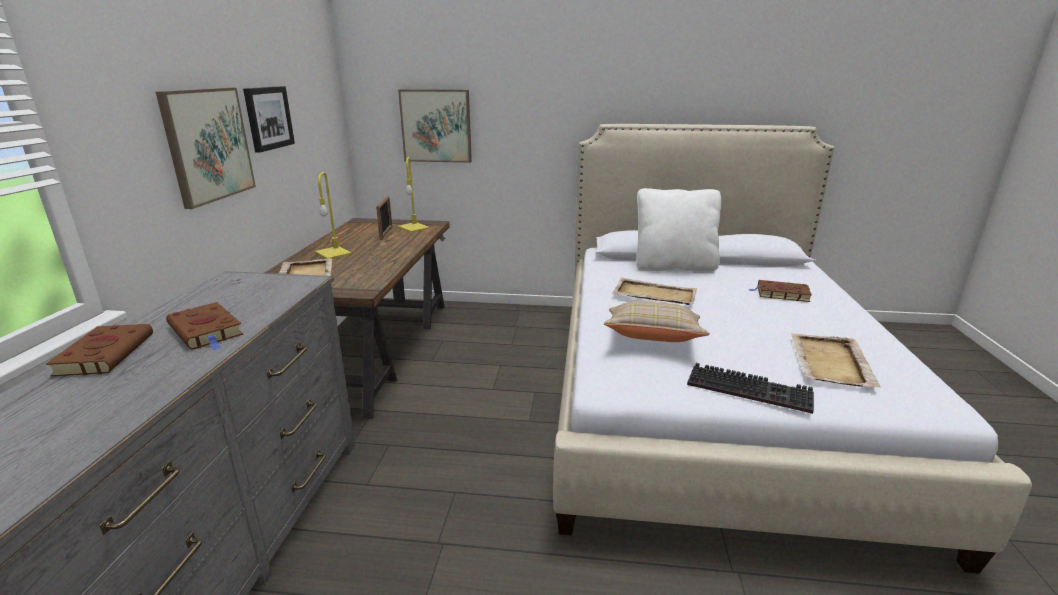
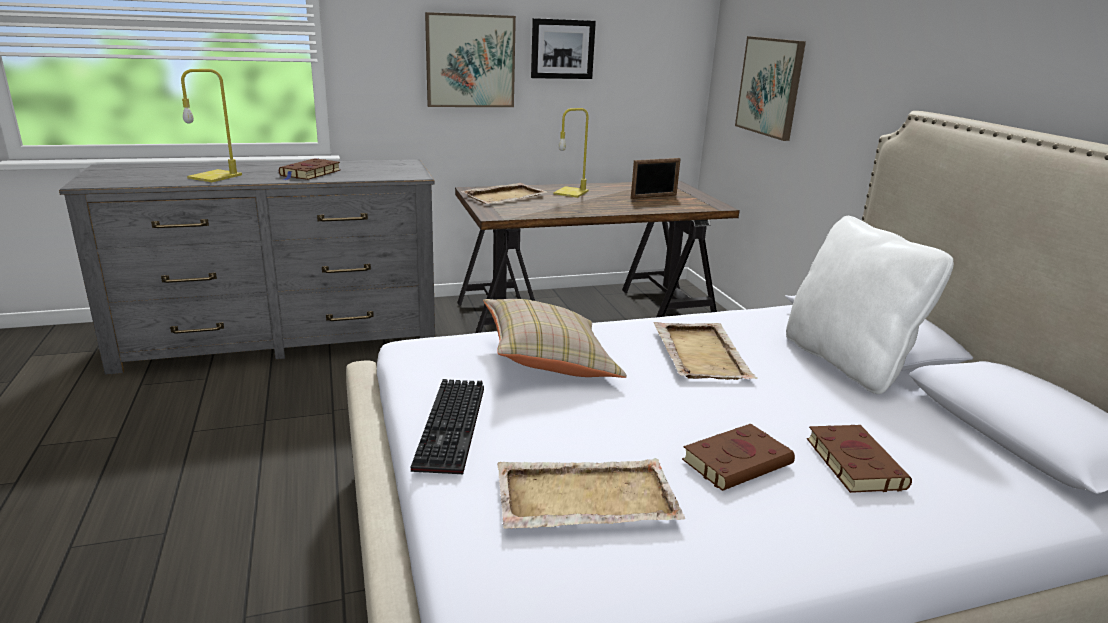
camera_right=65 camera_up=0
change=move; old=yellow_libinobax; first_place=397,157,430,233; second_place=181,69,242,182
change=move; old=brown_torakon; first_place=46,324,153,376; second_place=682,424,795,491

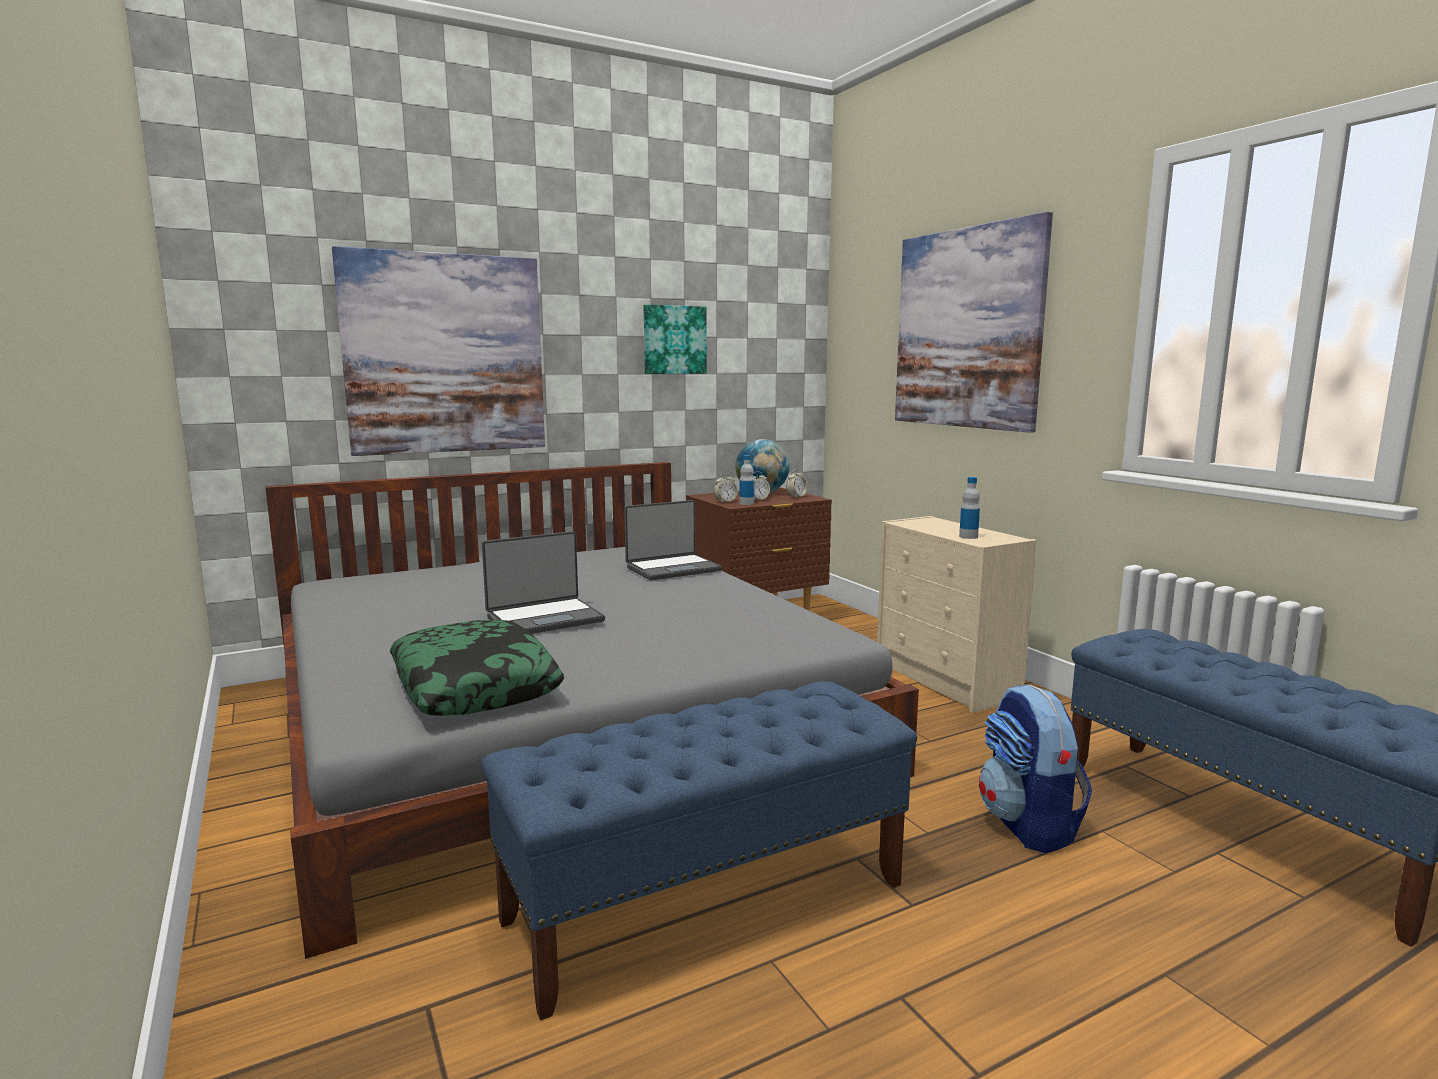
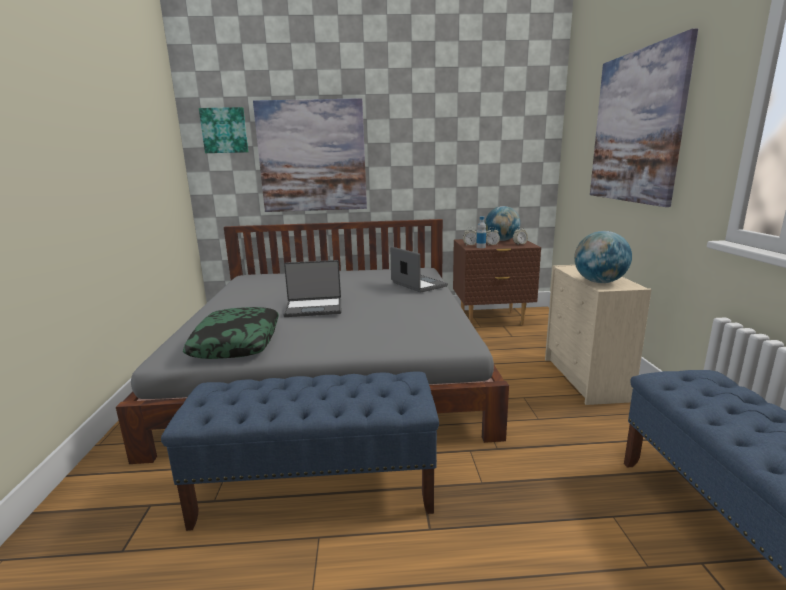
camera_right=25 camera_up=5
change=move; old=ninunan; first_place=643,304,707,374; second_place=199,107,249,153
change=replace; old=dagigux; new=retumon; first_place=959,477,980,539; second_place=574,231,632,283
change=rotate; old=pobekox; first_place=624,500,722,580; second_place=390,247,448,292; degrees=-120
change=delete; old=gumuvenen; first_place=979,684,1092,853

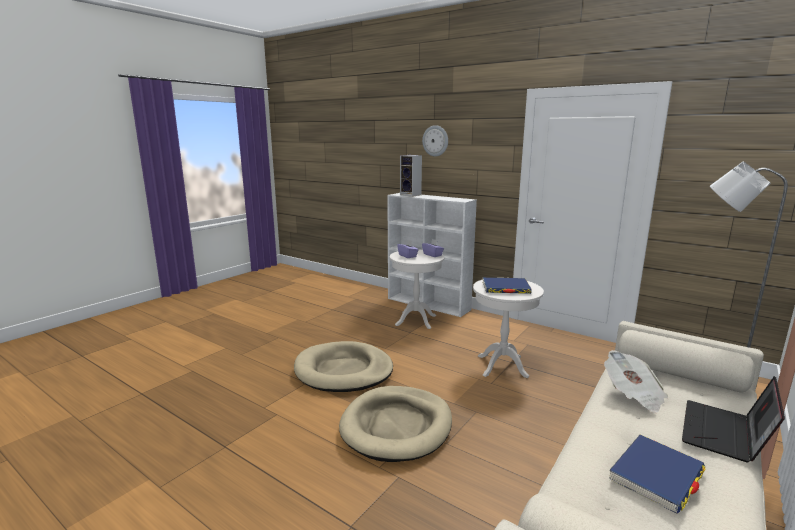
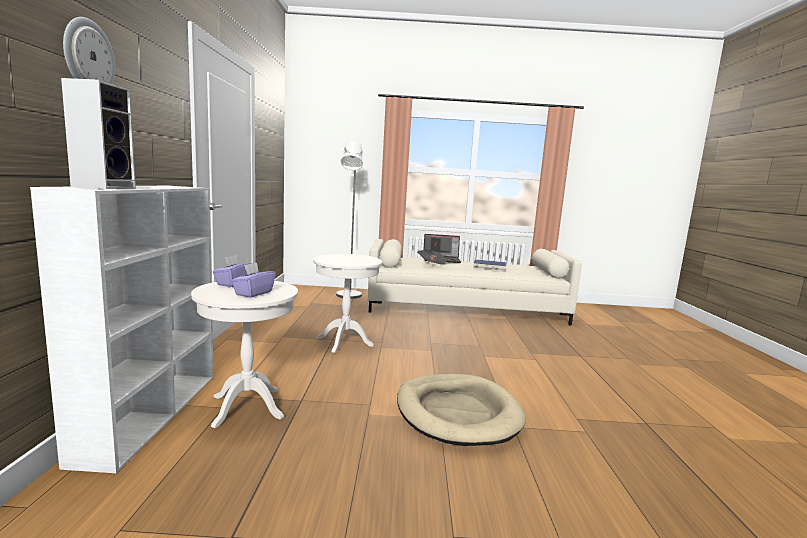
camera_right=-125 camera_up=-5
change=delete; old=blue_torakon; first_place=483,277,532,294
change=delete; old=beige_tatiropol; first_place=339,386,452,462

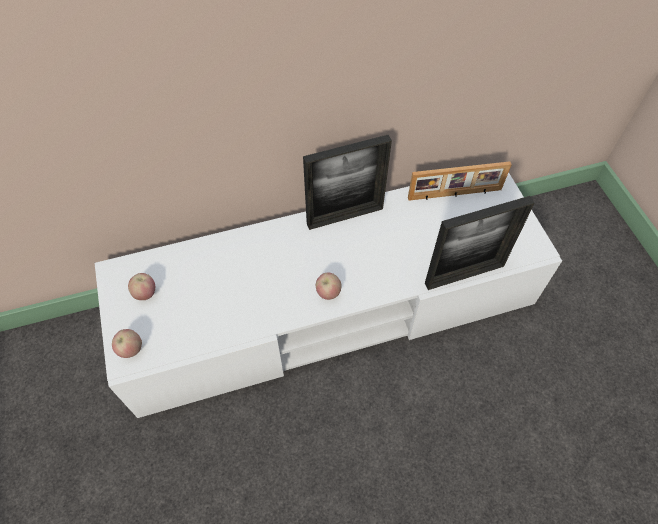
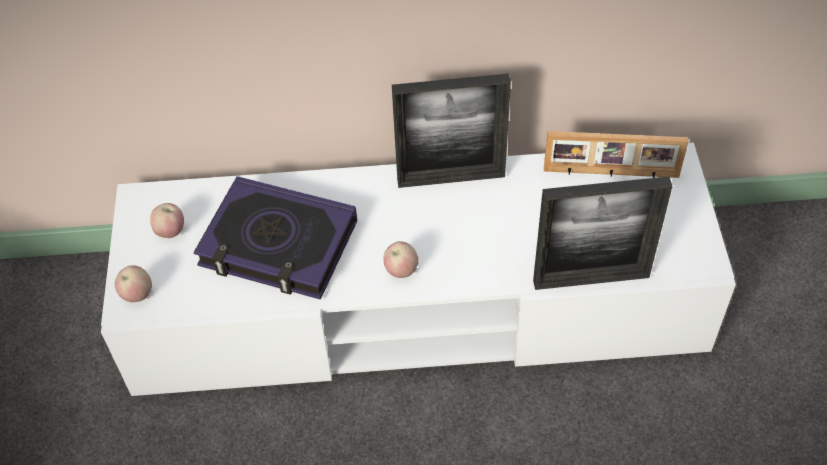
camera_right=15 camera_up=-5
change=insert; new=torakon; second_place=193,176,357,300

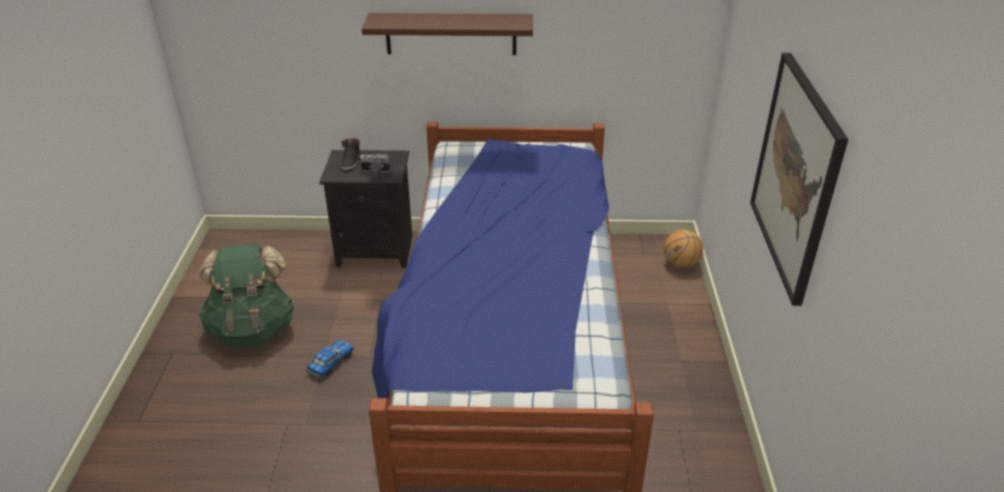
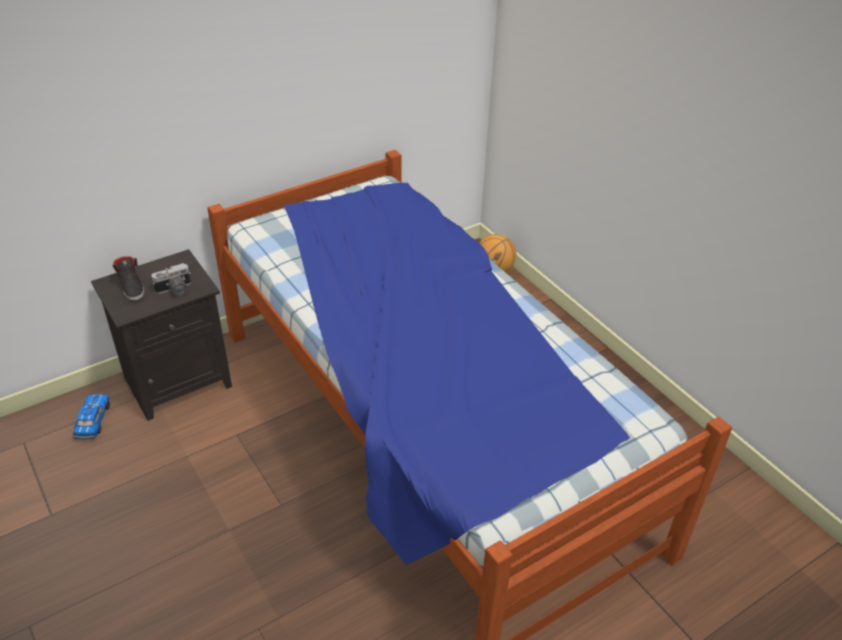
camera_right=-35 camera_up=5
change=delete; old=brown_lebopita; first_place=362,13,533,55
change=delete; old=ninunan; first_place=750,53,848,306
change=delete; old=green_gumuvenen; first_place=199,244,294,348
change=move; old=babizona; first_place=306,340,354,378; second_place=73,394,110,439

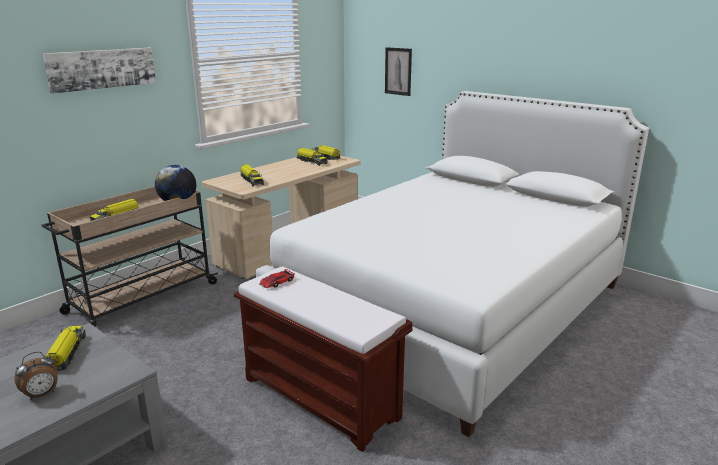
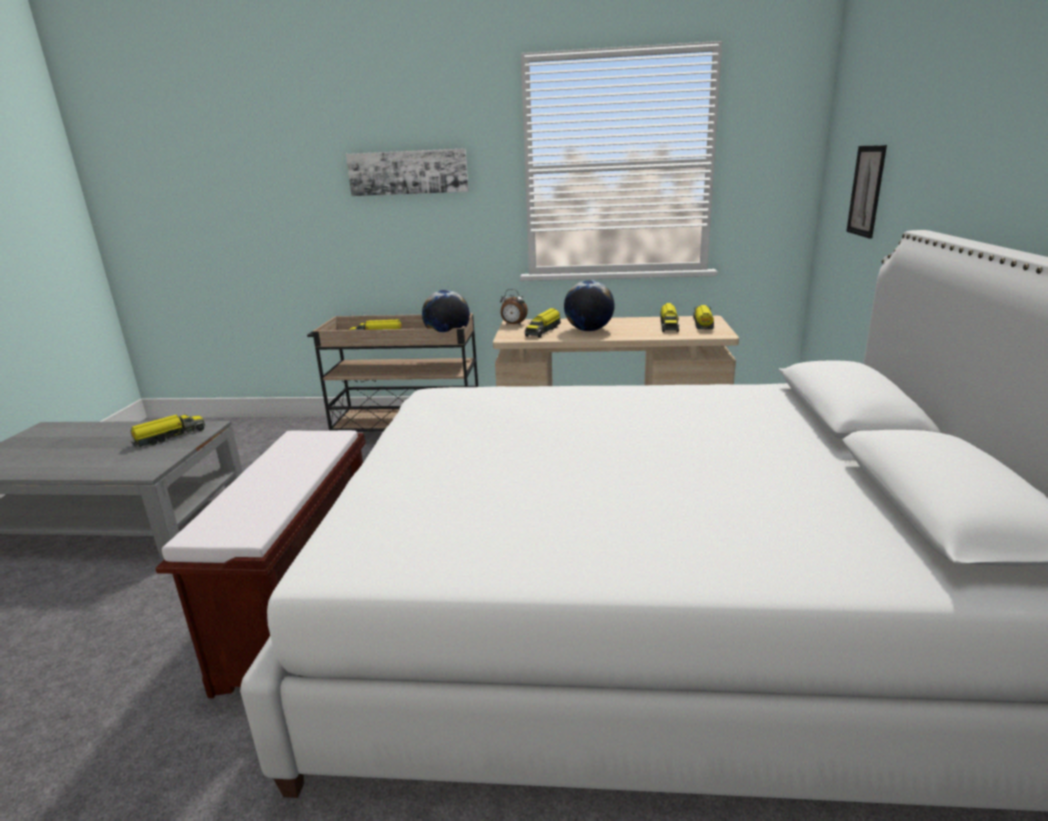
camera_right=55 camera_up=0
change=delete; old=babizona; first_place=259,269,295,288
change=move; old=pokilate; first_place=14,351,58,400; second_place=500,289,528,325
change=insert; new=retumon; second_place=564,280,615,331

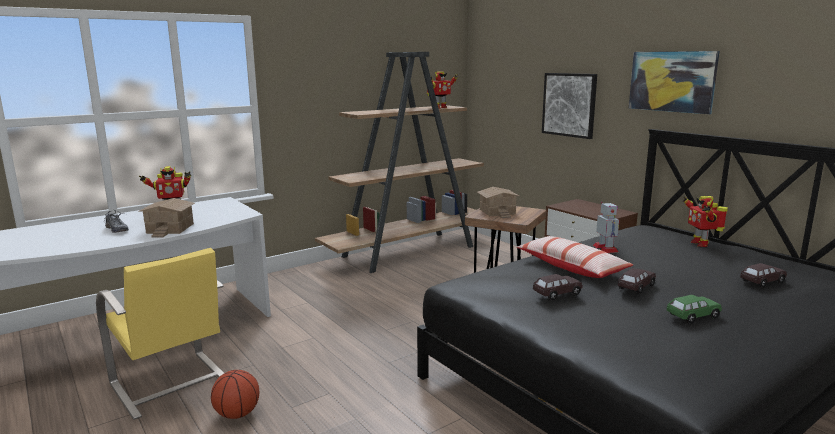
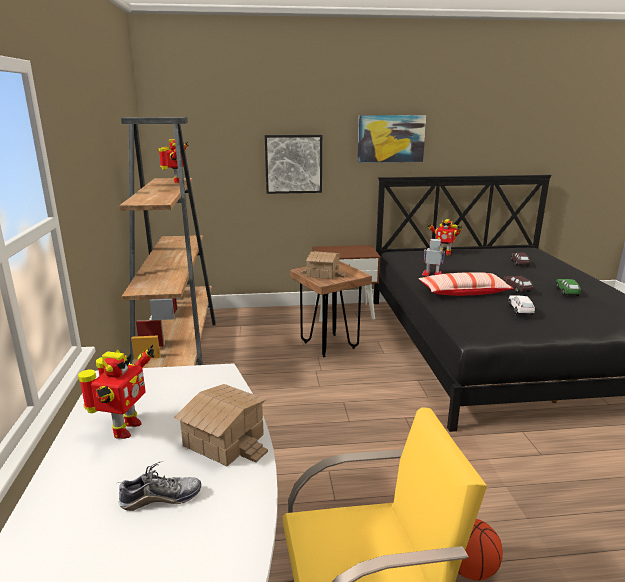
camera_right=-60 camera_up=5
change=recolor; old=brown_babizona; new=white_babizona; first_place=533,274,583,301; second_place=508,295,535,315

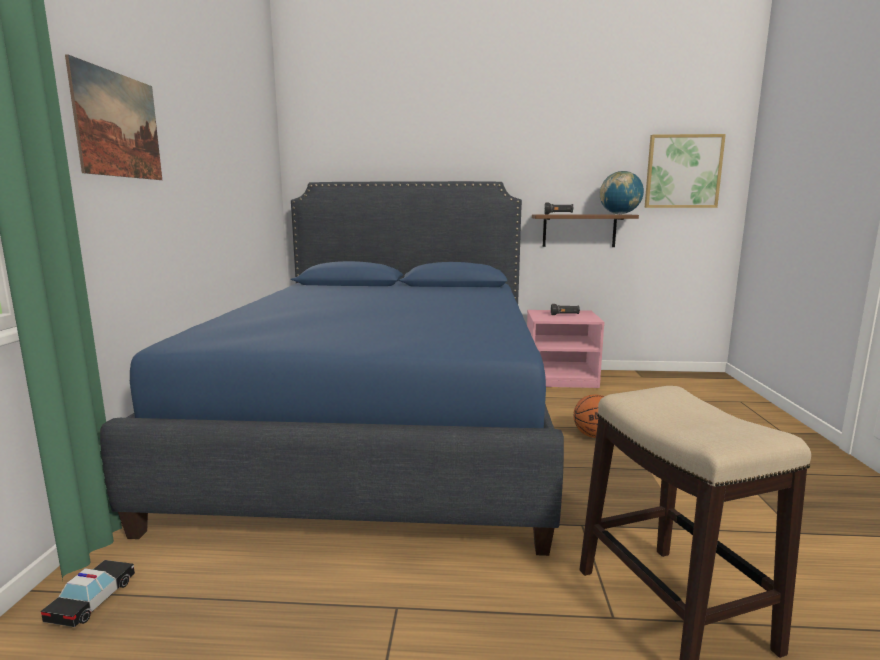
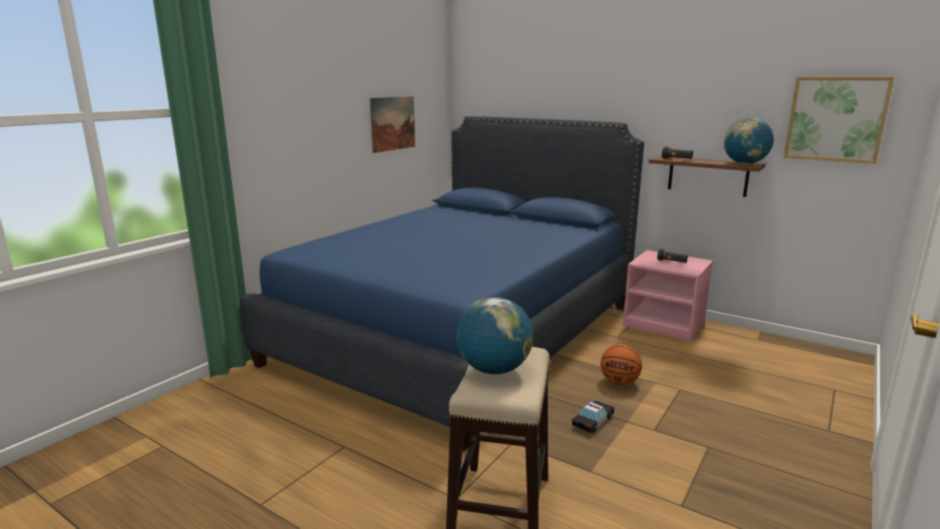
camera_right=30 camera_up=5
change=move; old=ninunan; first_place=65,54,162,180; second_place=370,96,415,153
change=move; old=babizona; first_place=41,560,135,627; second_place=572,400,614,433
change=insert; new=retumon; second_place=456,297,533,374

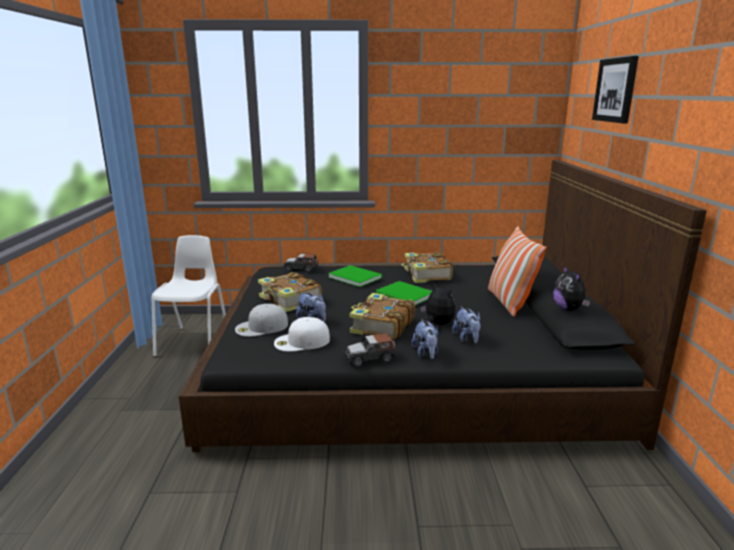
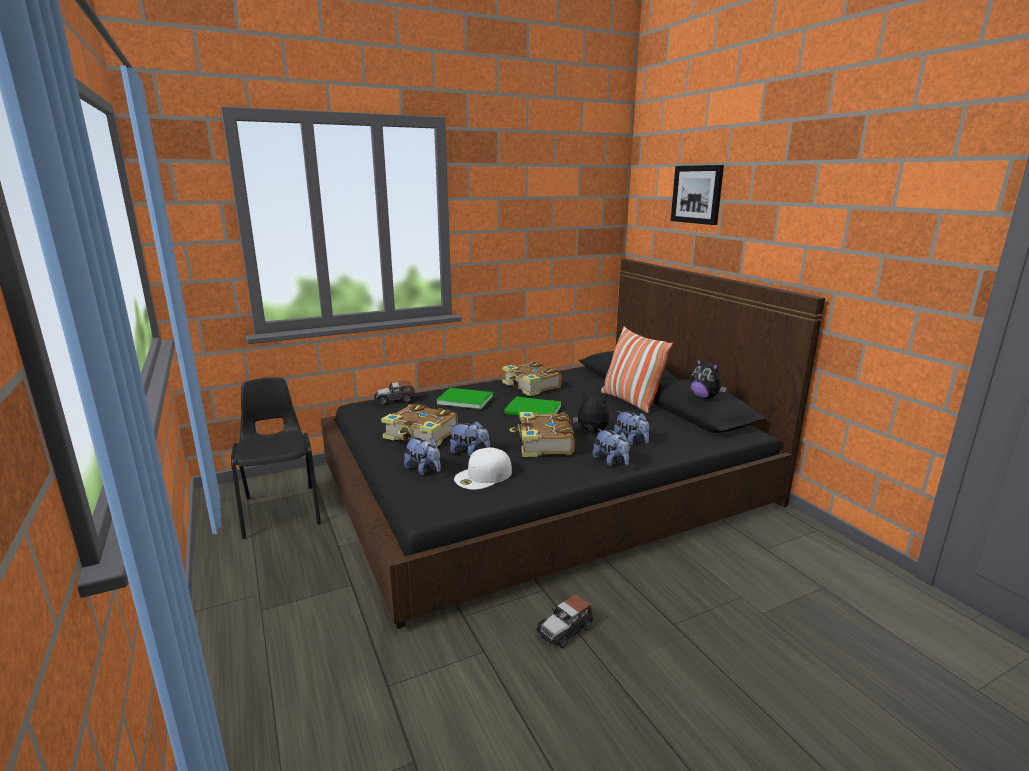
camera_right=-25 camera_up=0
change=recolor; old=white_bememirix; new=black_bememirix; first_place=152,235,226,357; second_place=231,377,321,539
change=replace; old=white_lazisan; new=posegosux; first_place=235,304,288,337; second_place=404,437,440,475
change=move; old=babizona; first_place=344,333,396,367; second_place=536,594,593,648

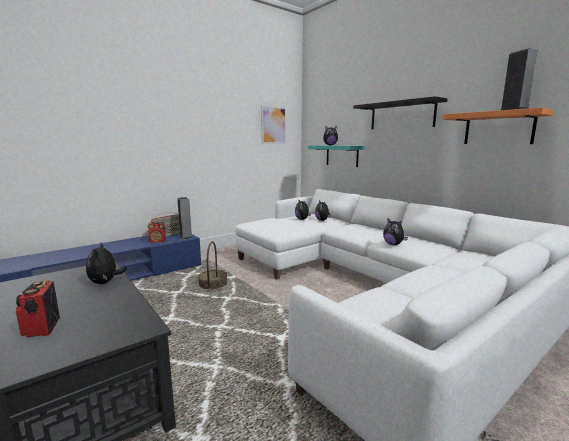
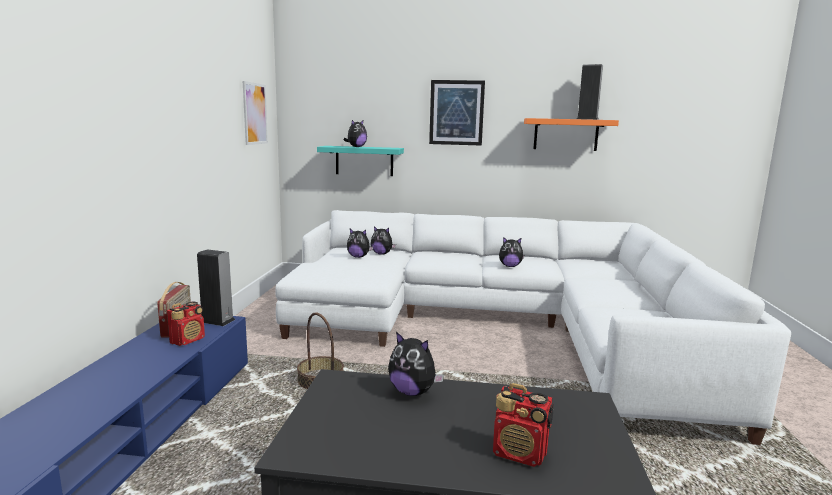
camera_right=-45 camera_up=0
change=replace; old=black_lebopita; new=ninunan; first_place=353,96,448,129; second_place=429,80,485,146

